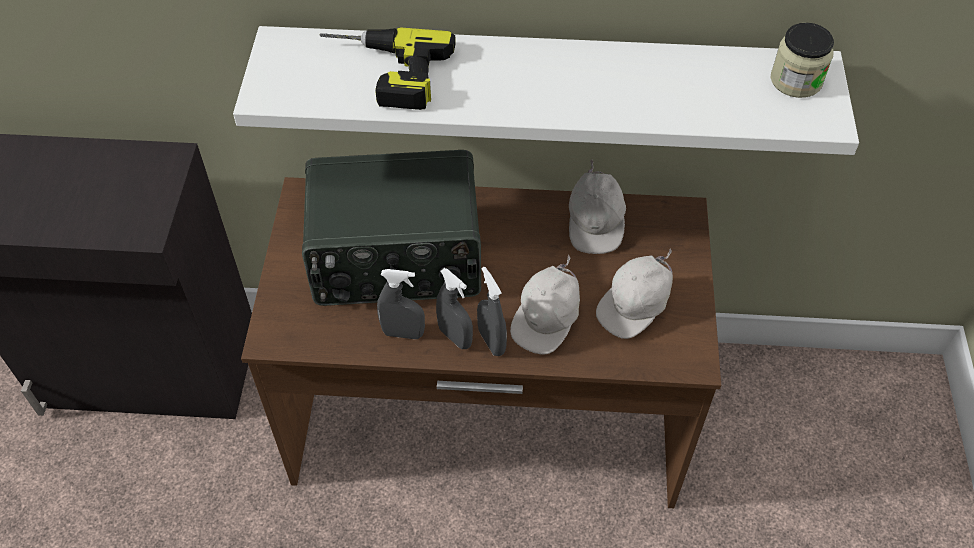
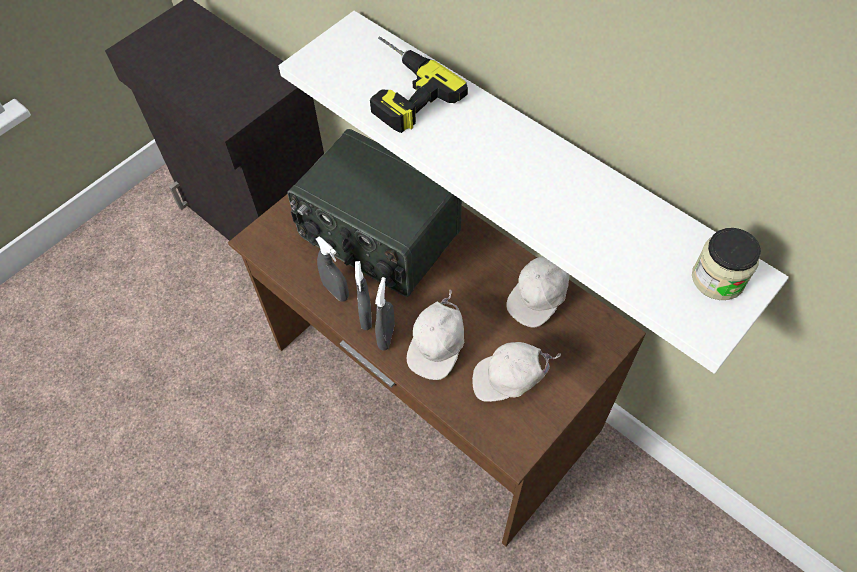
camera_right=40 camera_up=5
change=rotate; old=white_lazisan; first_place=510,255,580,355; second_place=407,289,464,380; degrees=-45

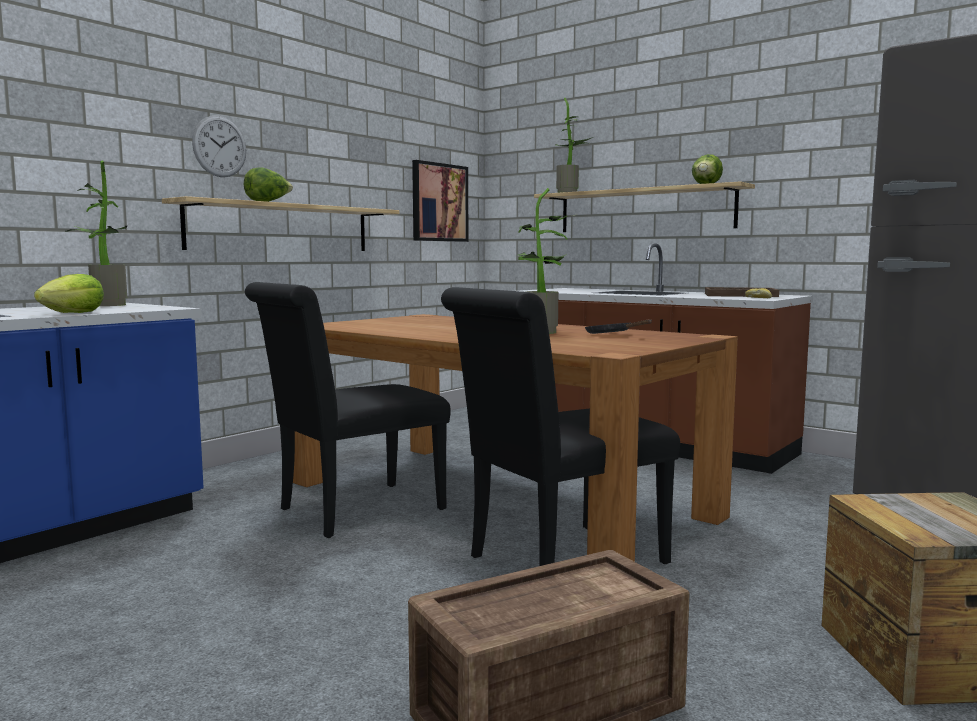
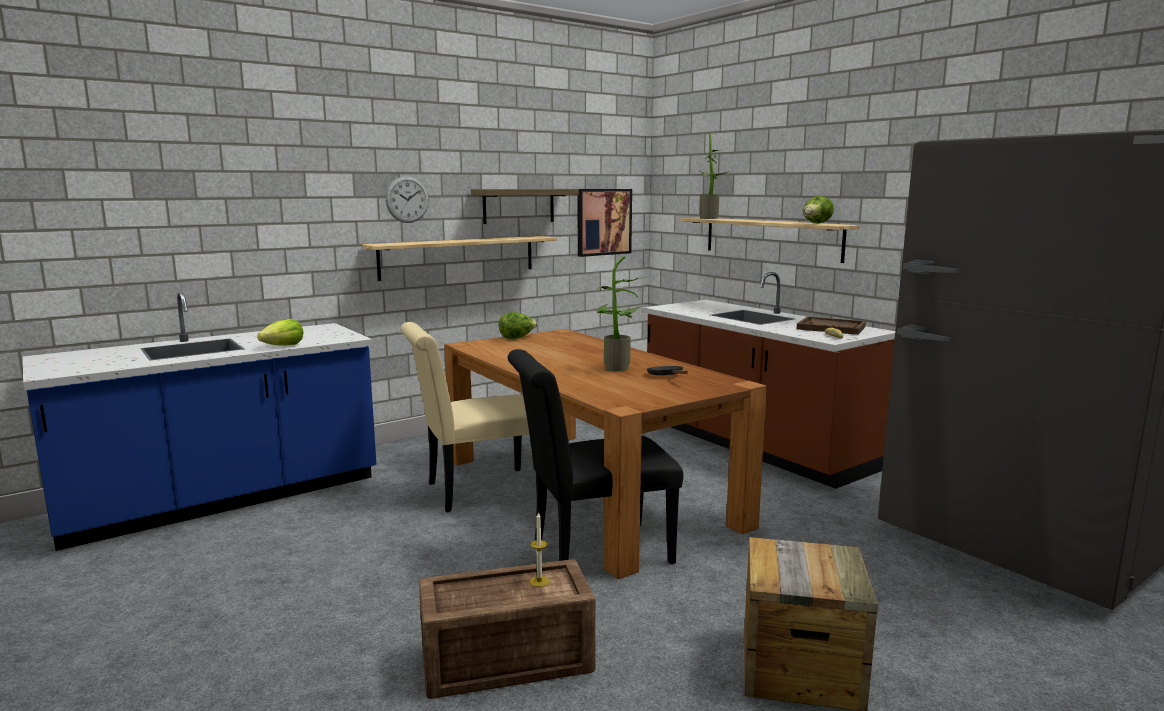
camera_right=15 camera_up=5
change=delete; old=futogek; first_place=67,160,127,306
change=move; old=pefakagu; first_place=244,168,293,202; second_place=499,312,537,339
change=recolor; old=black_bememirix; new=beige_bememirix; first_place=245,282,451,538; second_place=400,322,530,512
change=insert; new=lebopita; second_place=471,189,579,224
change=insert; new=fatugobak; second_place=529,512,550,587

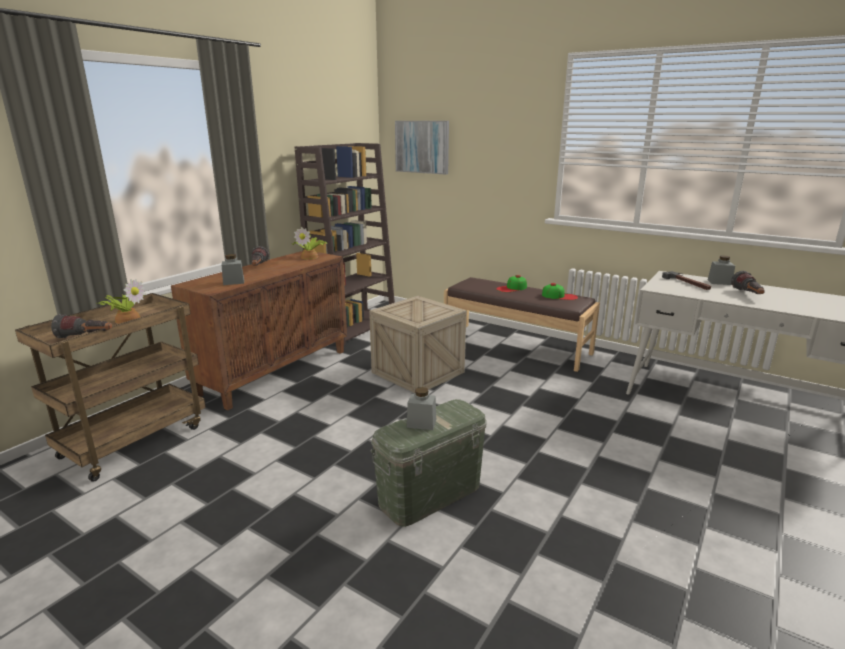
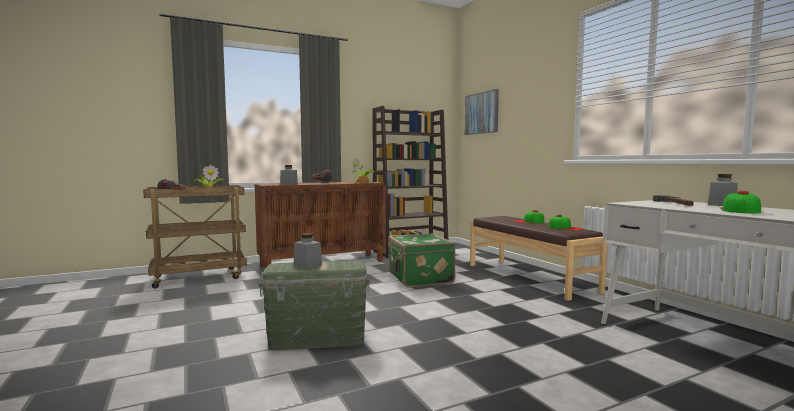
camera_right=30 camera_up=-15
change=replace; old=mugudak; new=lazisan; first_place=731,271,765,294; second_place=721,191,761,213
change=replace; old=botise; new=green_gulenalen; first_place=369,296,467,393; second_place=388,233,456,287

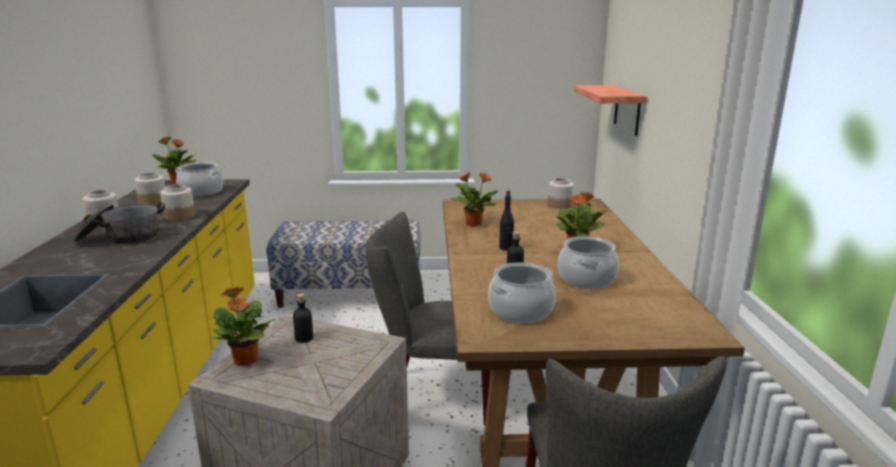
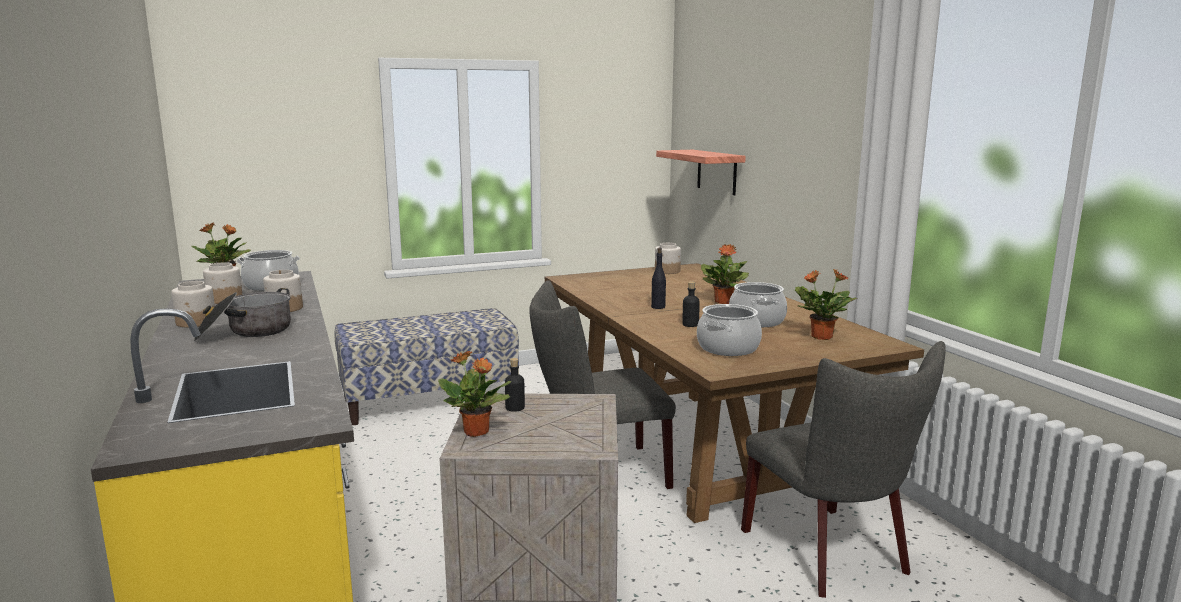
camera_right=-20 camera_up=-5
change=move; old=futogek; first_place=450,172,499,226; second_place=795,269,857,340

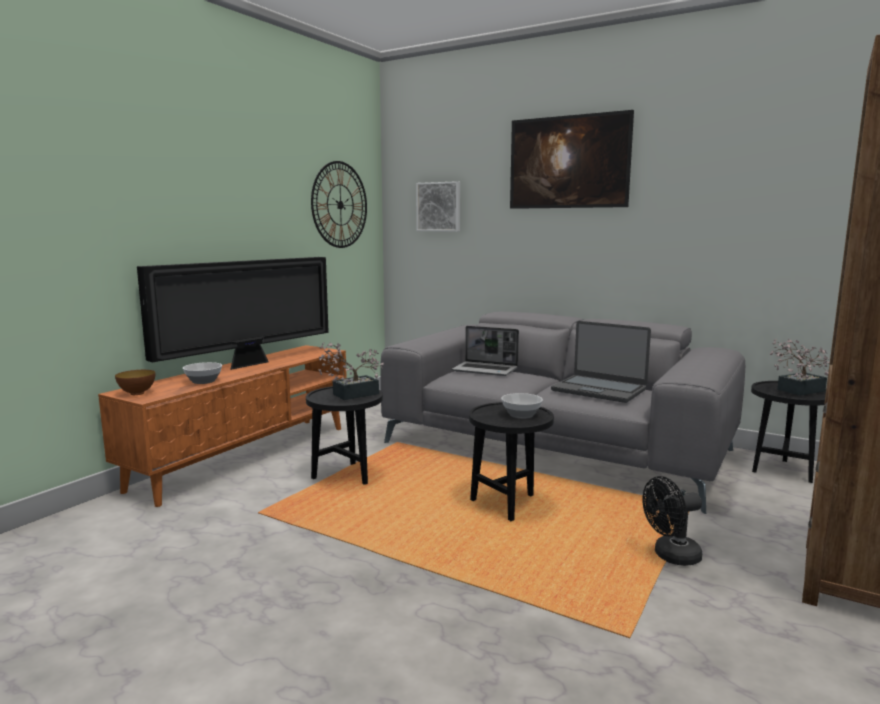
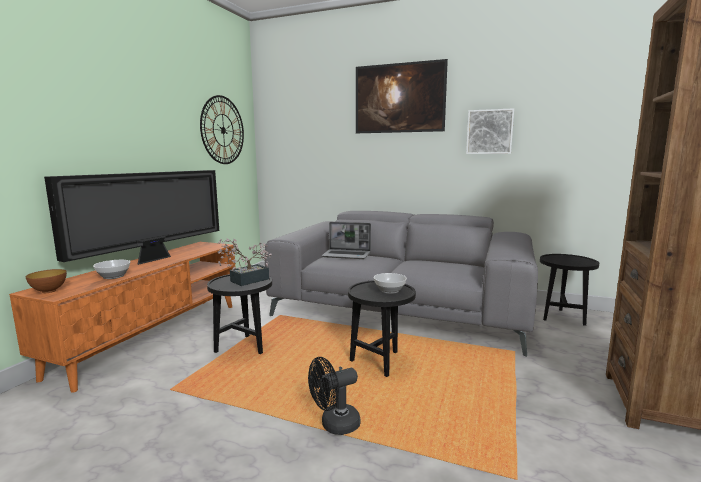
camera_right=-10 camera_up=0
change=move; old=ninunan; first_place=416,181,460,232; second_place=466,108,514,154
change=delete; old=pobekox; first_place=551,321,651,403
change=delete; old=futogek; first_place=769,339,830,396
change=move; old=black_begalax; first_place=642,476,702,566; second_place=308,357,360,435

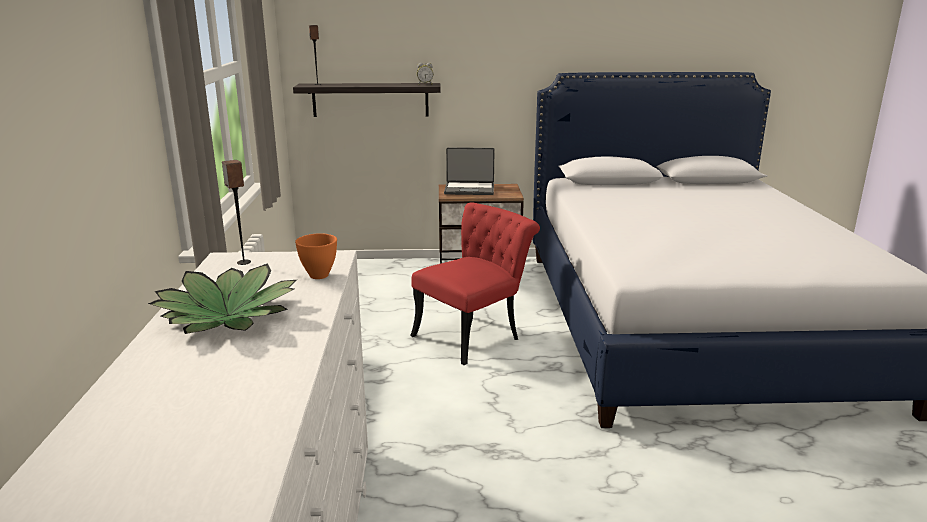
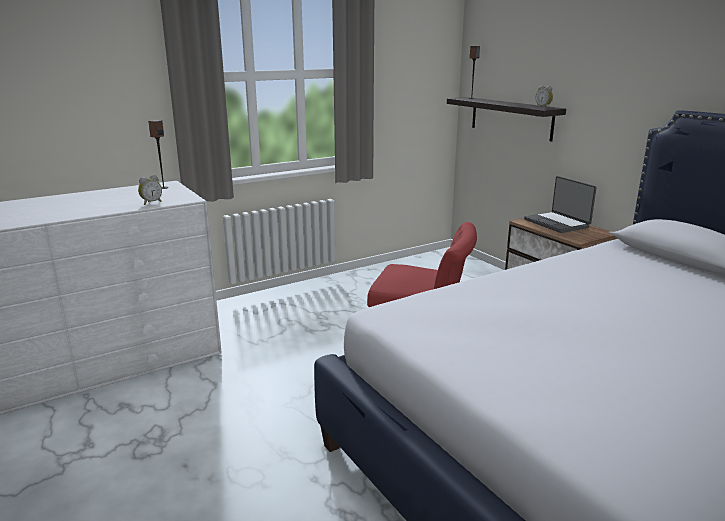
camera_right=60 camera_up=0
change=replace; old=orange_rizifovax; new=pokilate; first_place=295,233,337,279; second_place=138,175,162,205
change=delete; old=futogek; first_place=148,263,297,334

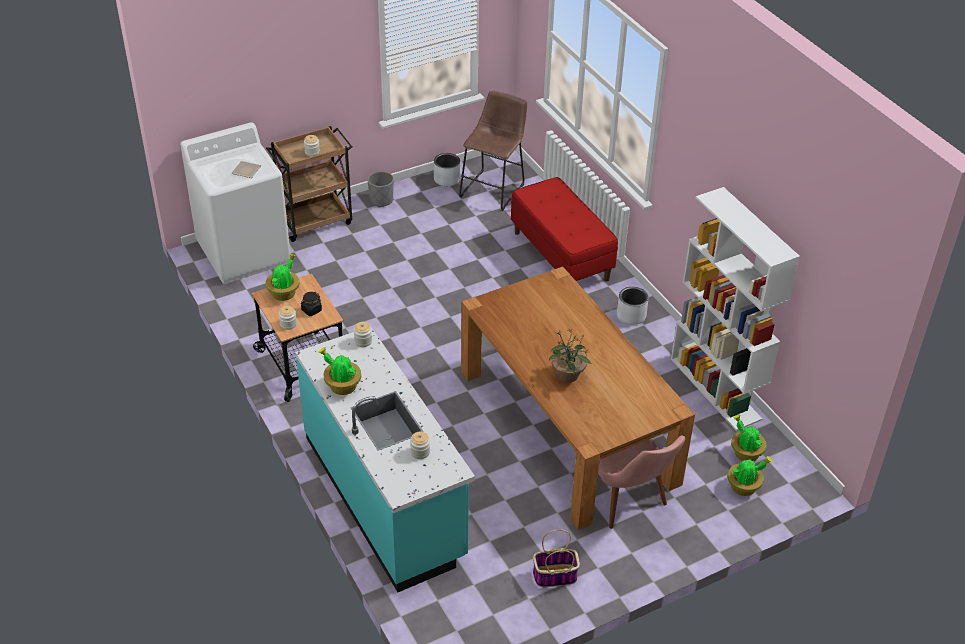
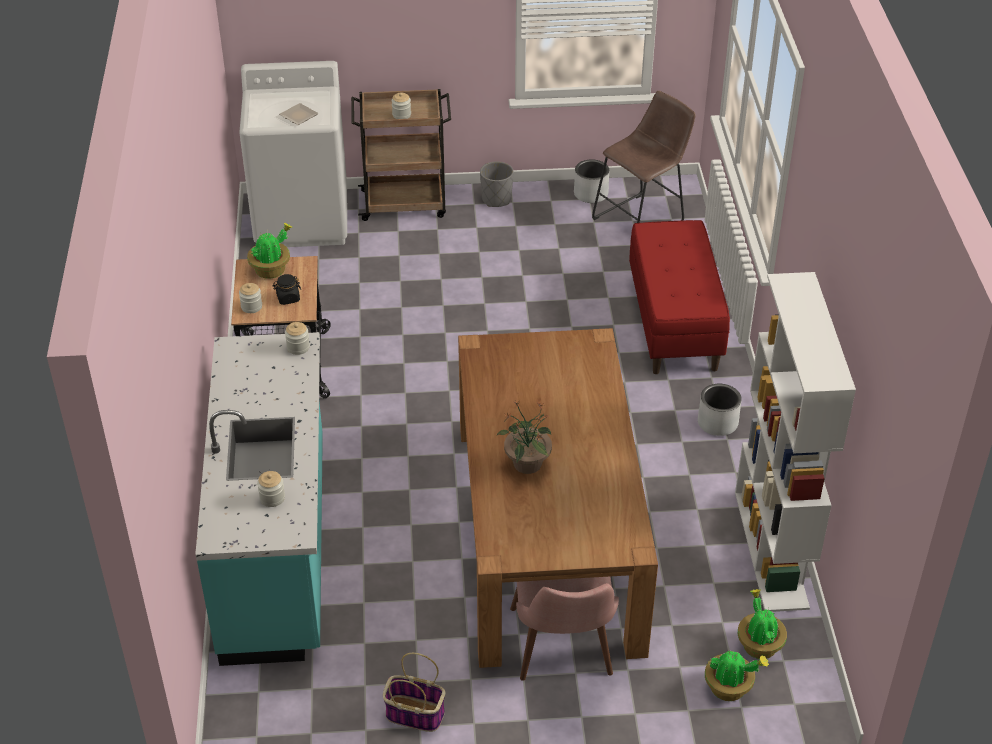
camera_right=25 camera_up=0
change=delete; old=futogek; first_place=318,347,361,395

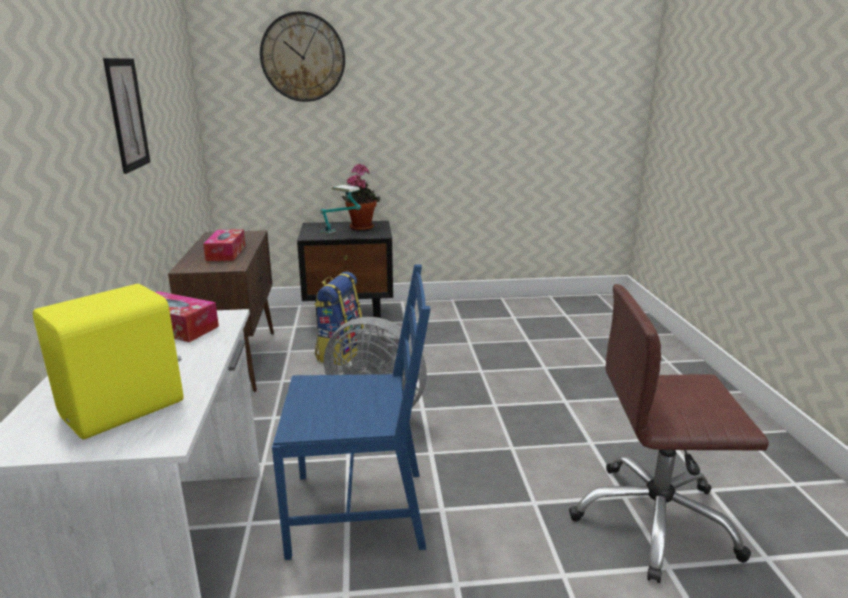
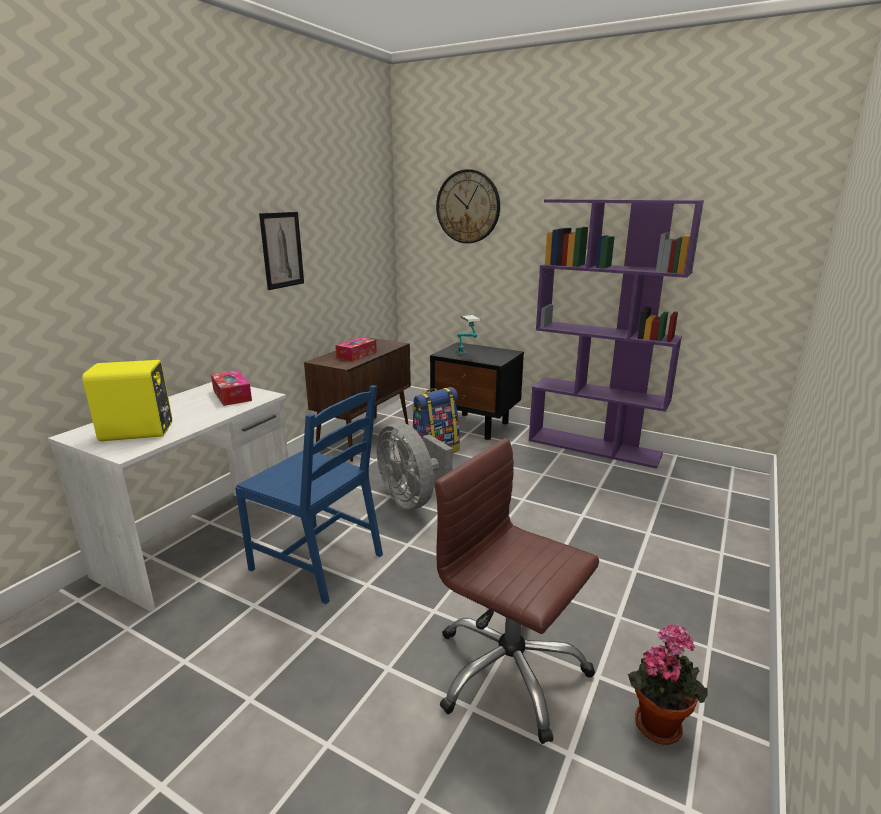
camera_right=35 camera_up=0
change=move; old=futogek; first_place=342,164,380,231; second_place=628,623,708,745
change=insert; new=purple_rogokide; second_place=529,199,704,469

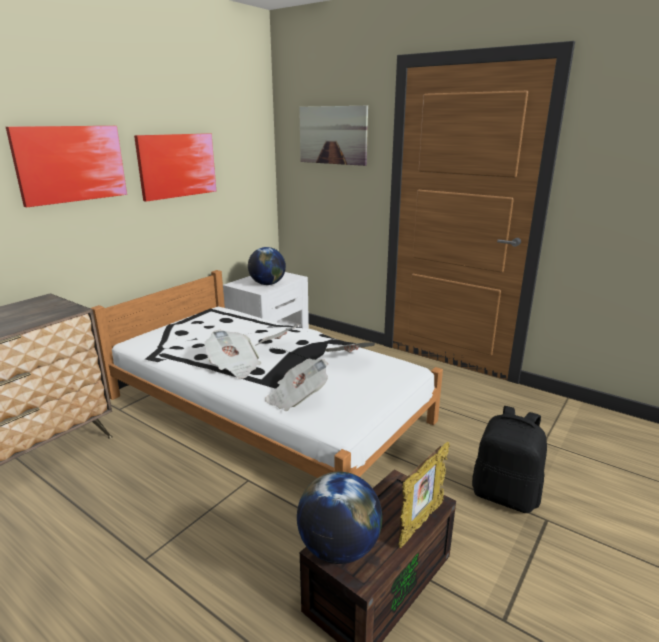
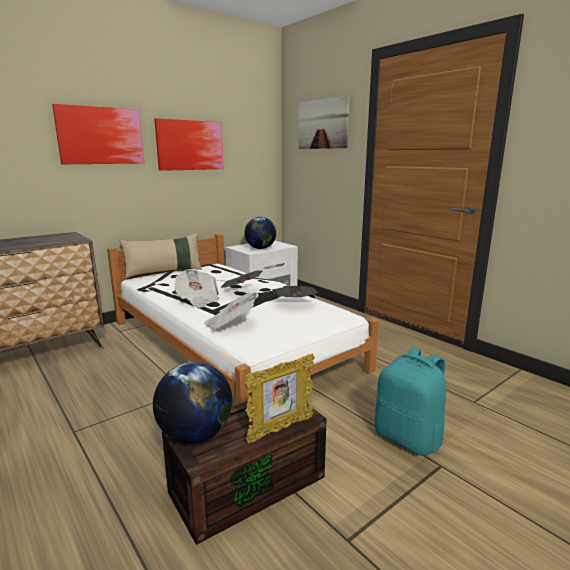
camera_right=15 camera_up=-5
change=recolor; old=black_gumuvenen; new=turquoise_gumuvenen; first_place=472,406,547,513; second_place=375,348,446,456
change=insert; new=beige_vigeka; second_place=119,233,202,278

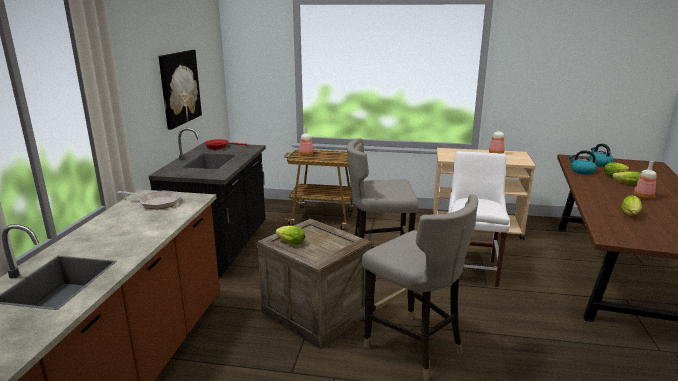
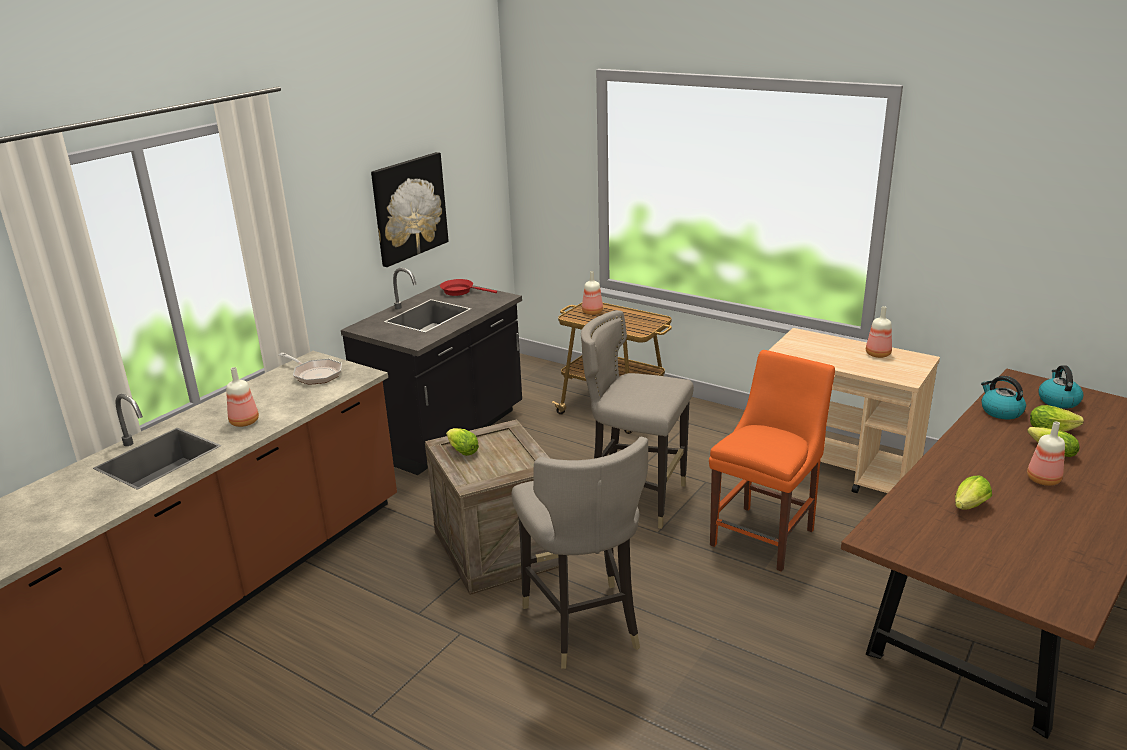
camera_right=25 camera_up=5
change=recolor; old=white_bememirix; new=orange_bememirix; first_place=448,151,510,287; second_place=709,350,835,572
change=insert; new=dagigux; second_place=226,367,259,427

